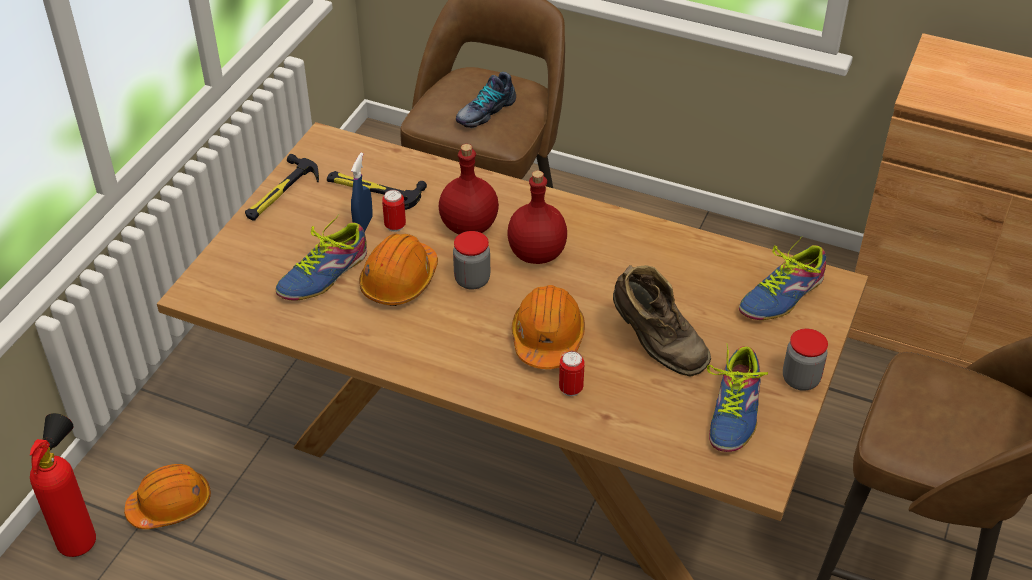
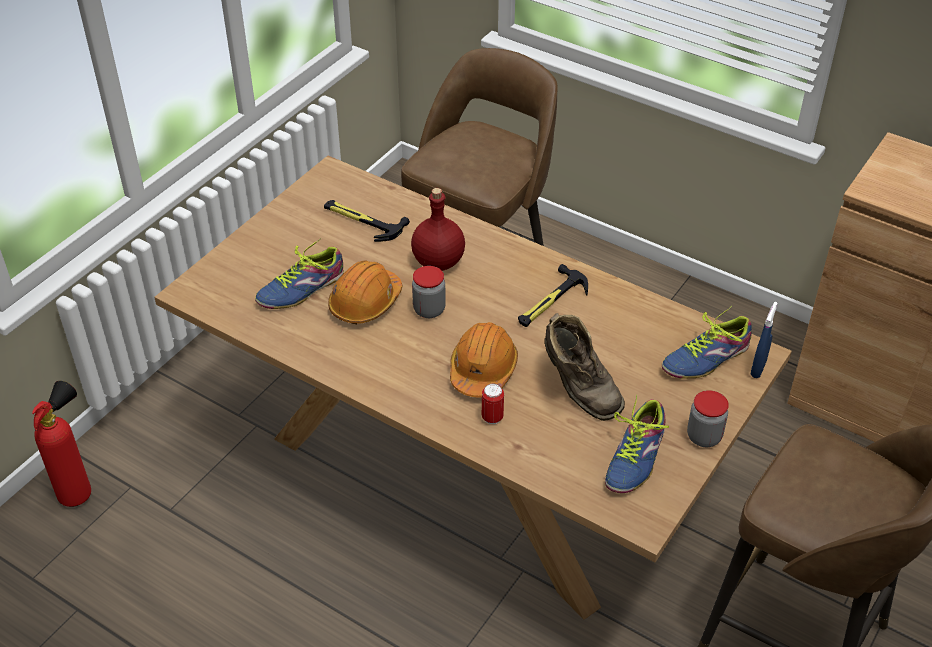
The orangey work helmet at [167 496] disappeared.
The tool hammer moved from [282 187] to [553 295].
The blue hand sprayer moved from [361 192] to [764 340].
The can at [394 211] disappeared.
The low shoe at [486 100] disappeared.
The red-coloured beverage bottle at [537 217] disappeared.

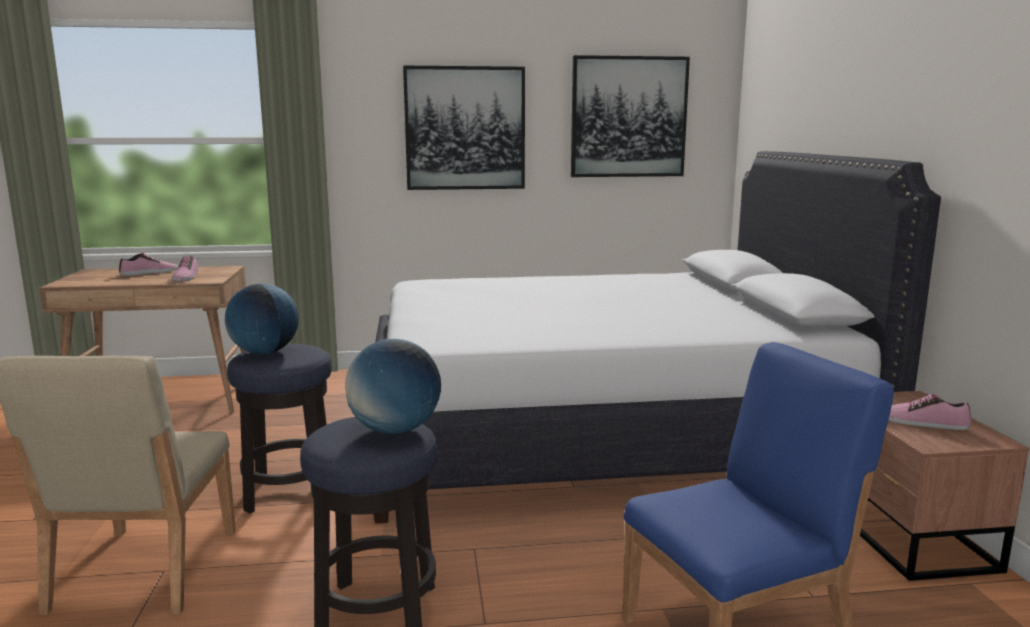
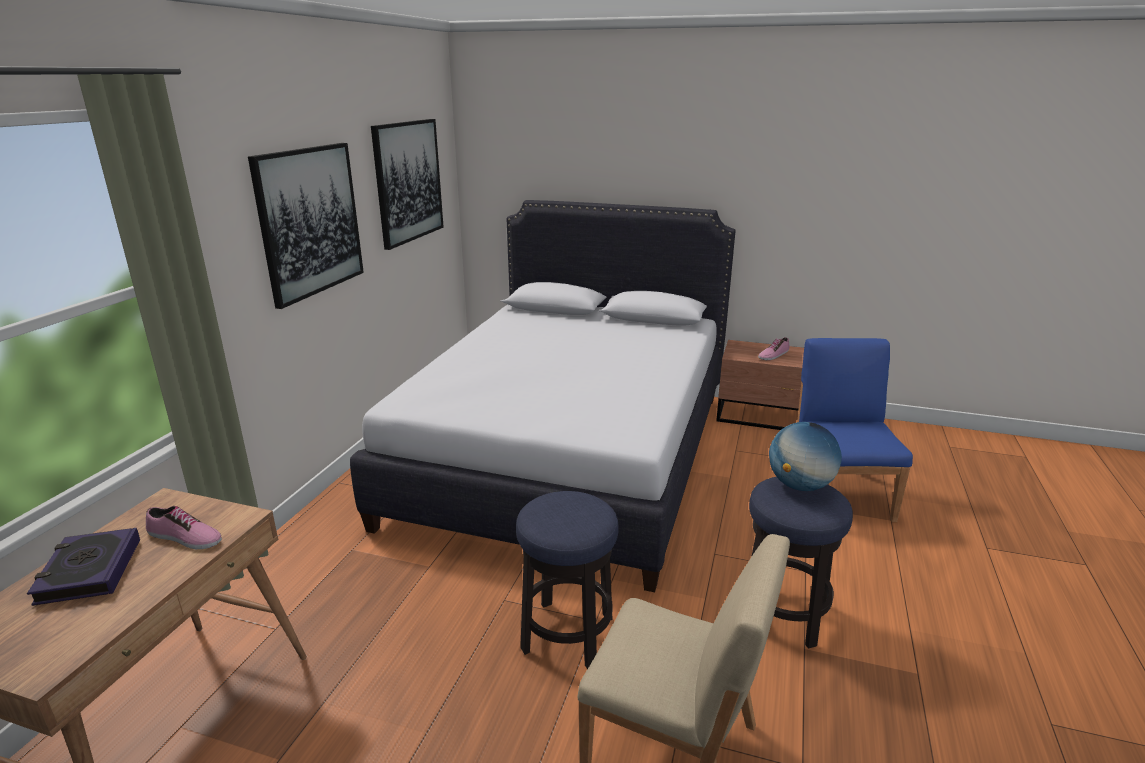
The low shoe at [148 264] was replaced by the bound book at [83 567].
The world globe at [262 319] disappeared.

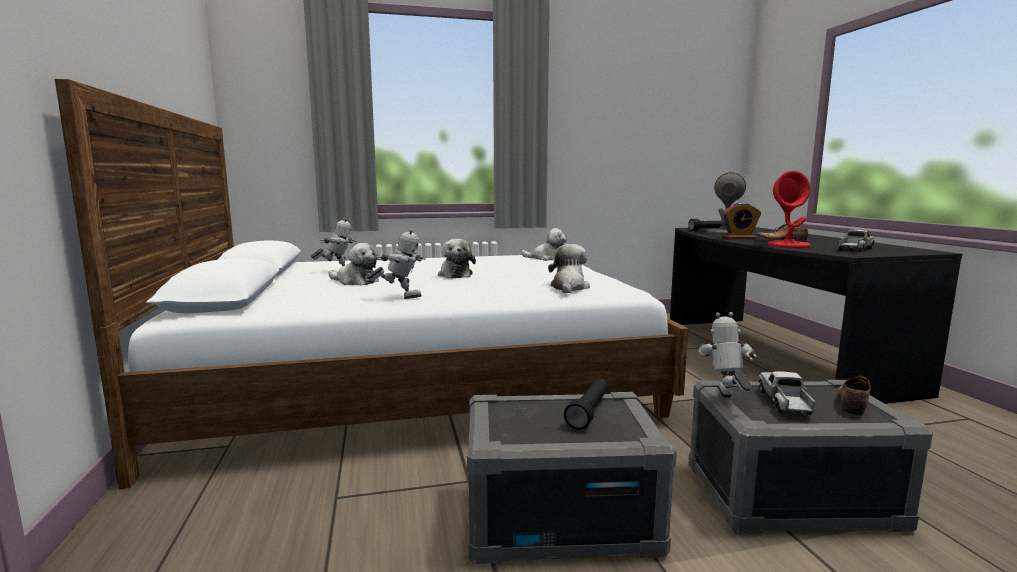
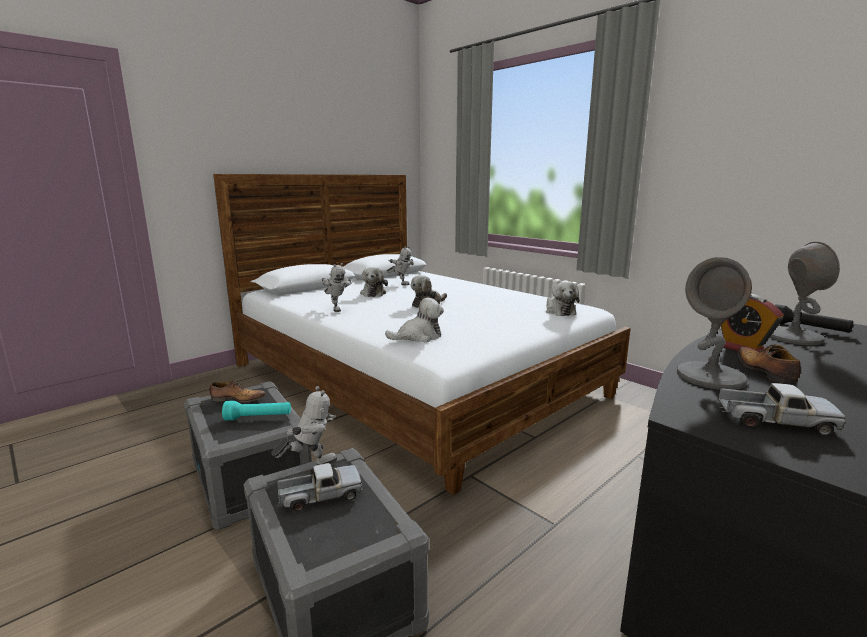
The black flashlight at [586 404] became the turquoise flashlight at [256 410].
The red-coloured table lamp at [789 209] became the gray table lamp at [714 323].
The low shoe moved from [854 396] to [237 391].

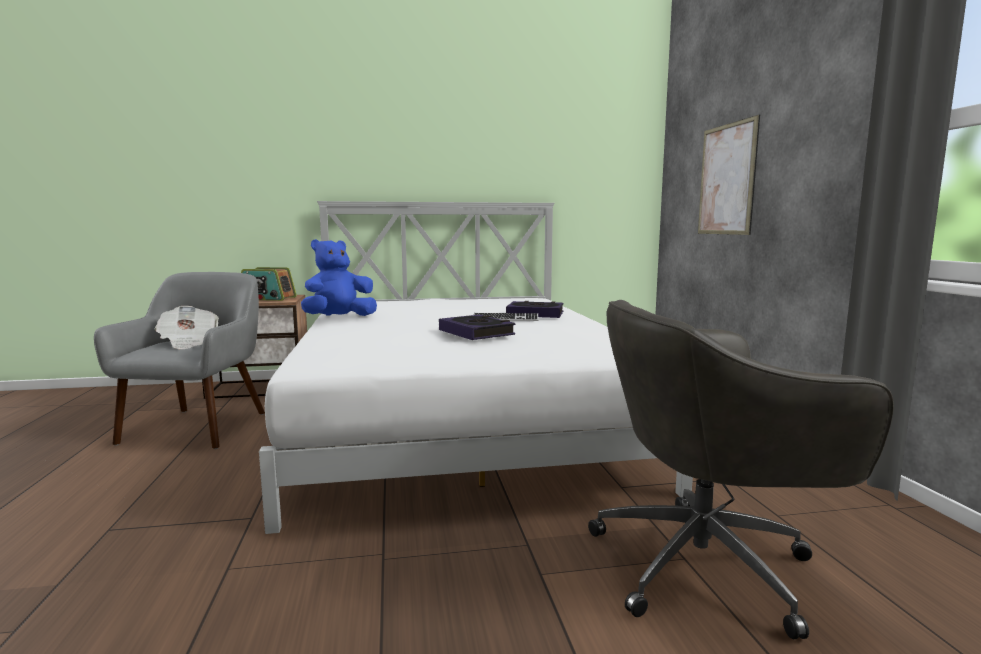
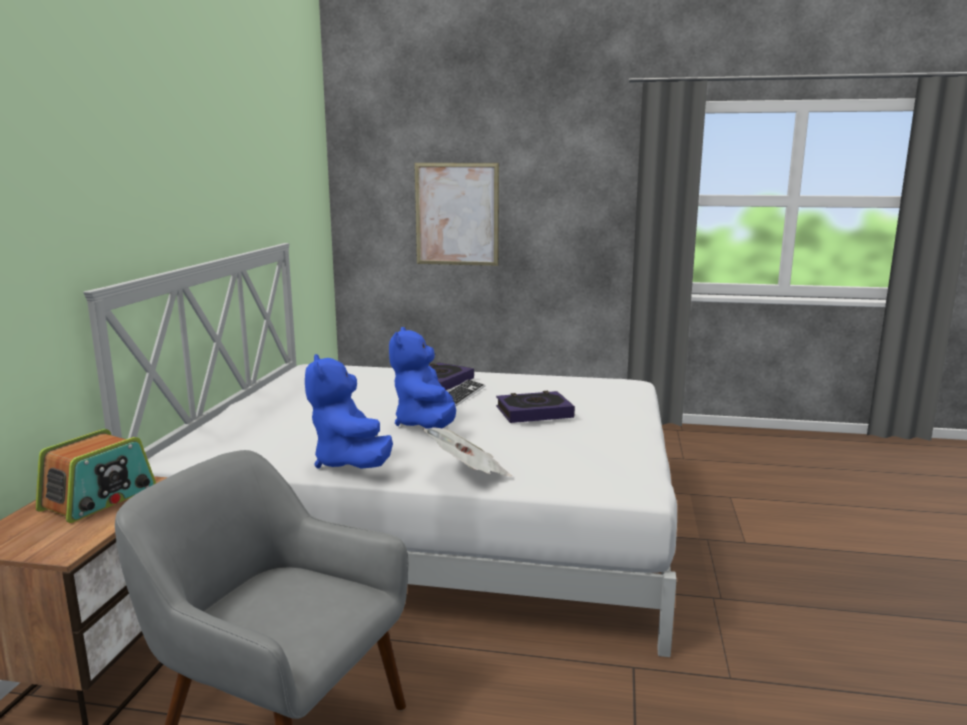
The newspaper moved from [187 327] to [468 451].
The gray computer chair at [741 469] disappeared.
The blue cuddly toy at [422 378] appeared.

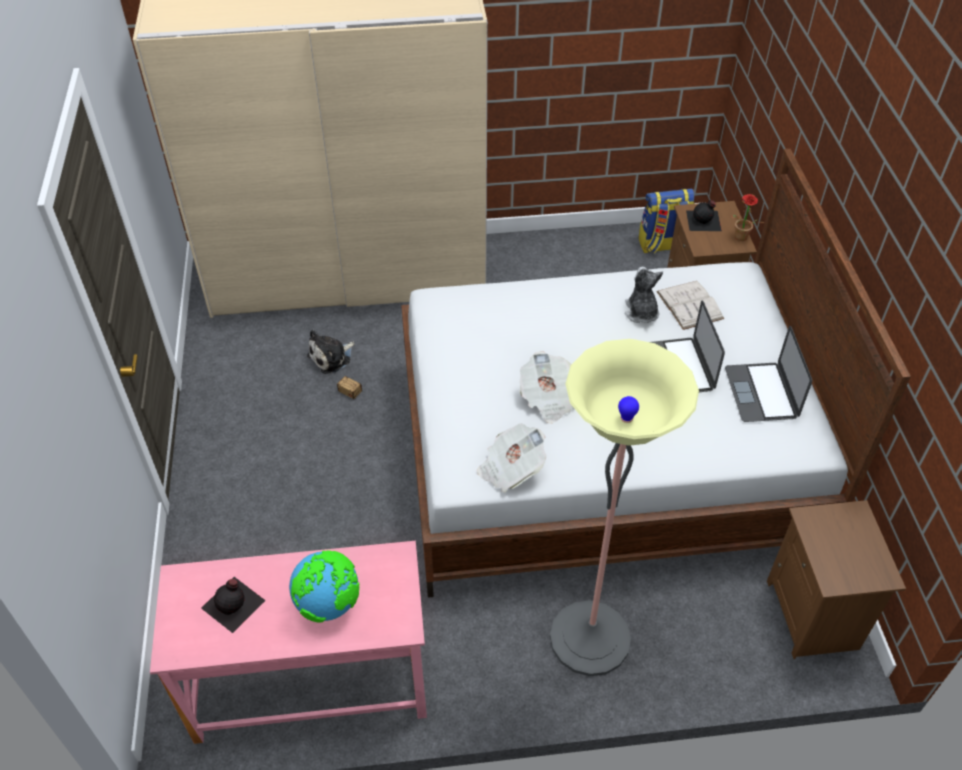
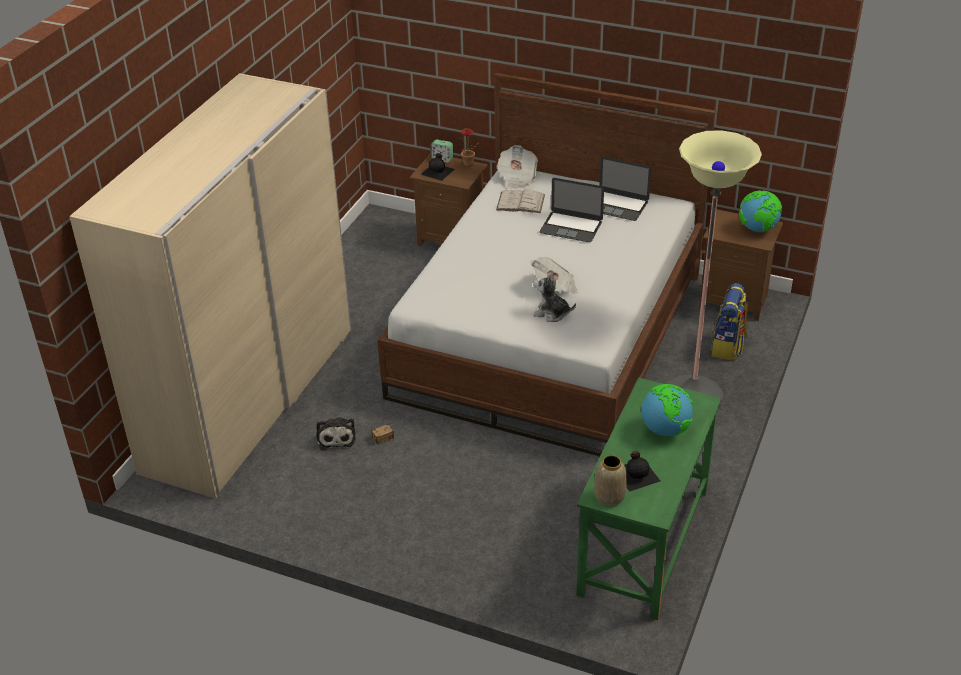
The pinkish desk at [288 642] became the green-coloured desk at [649 499].
The newspaper moved from [511 458] to [517 167].
The cuddly toy moved from [644 295] to [554 297].
The backpack moved from [666 221] to [729 321].
The table clock at [441 151] appeared.
The flower vase at [610 480] appeared.
The world globe at [760 211] appeared.

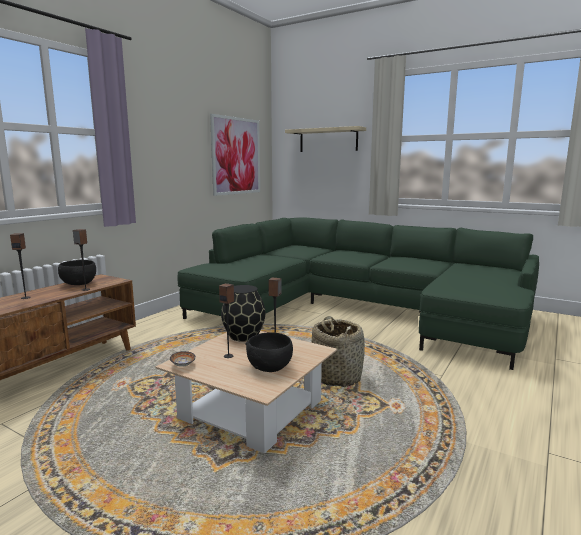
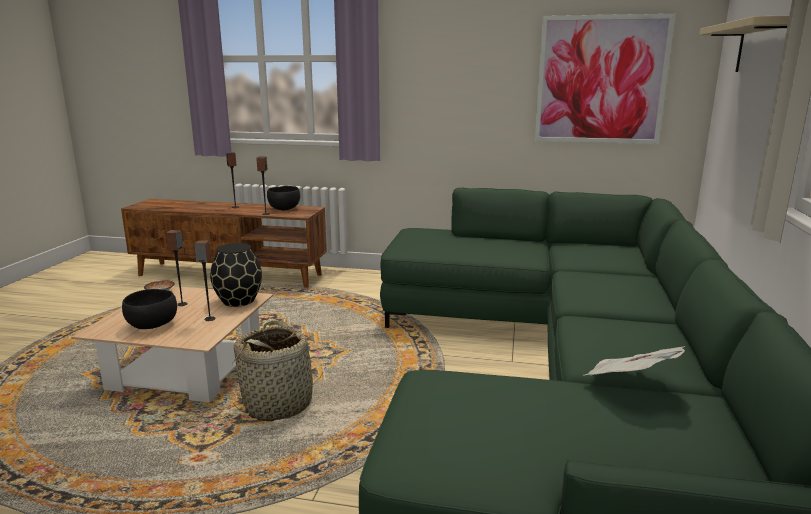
The newspaper at [634 361] appeared.

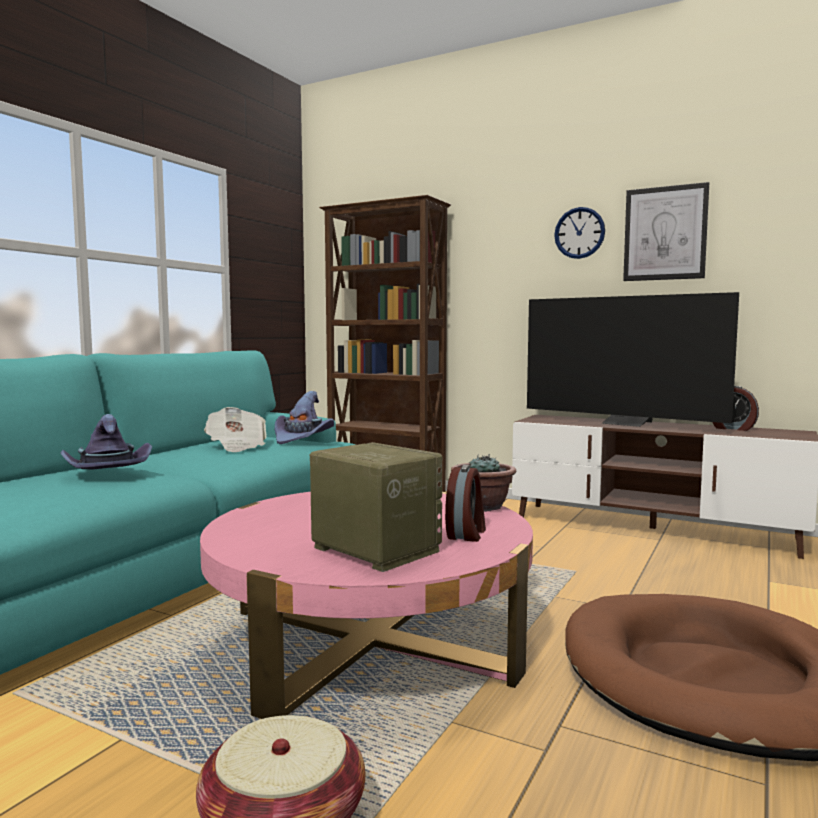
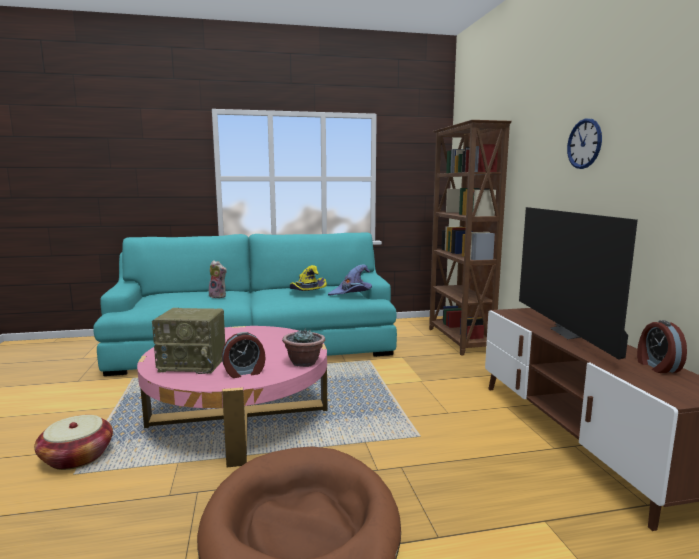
The purplish clothing hat at [106 441] was replaced by the cuddly toy at [218 279].
The newspaper at [235 429] was replaced by the yellow-coloured clothing hat at [308 278].
The radio at [376 507] turned 90 degrees clockwise.
The wall art at [666 231] disappeared.

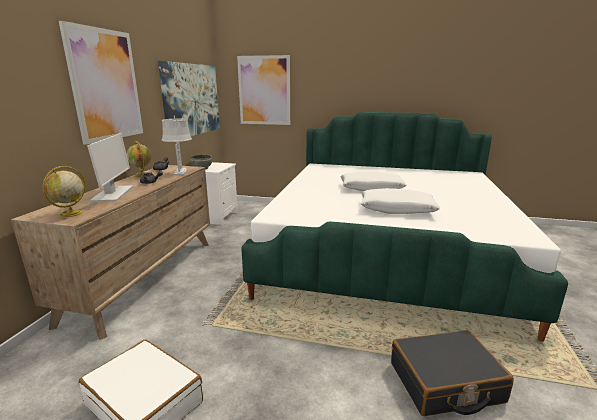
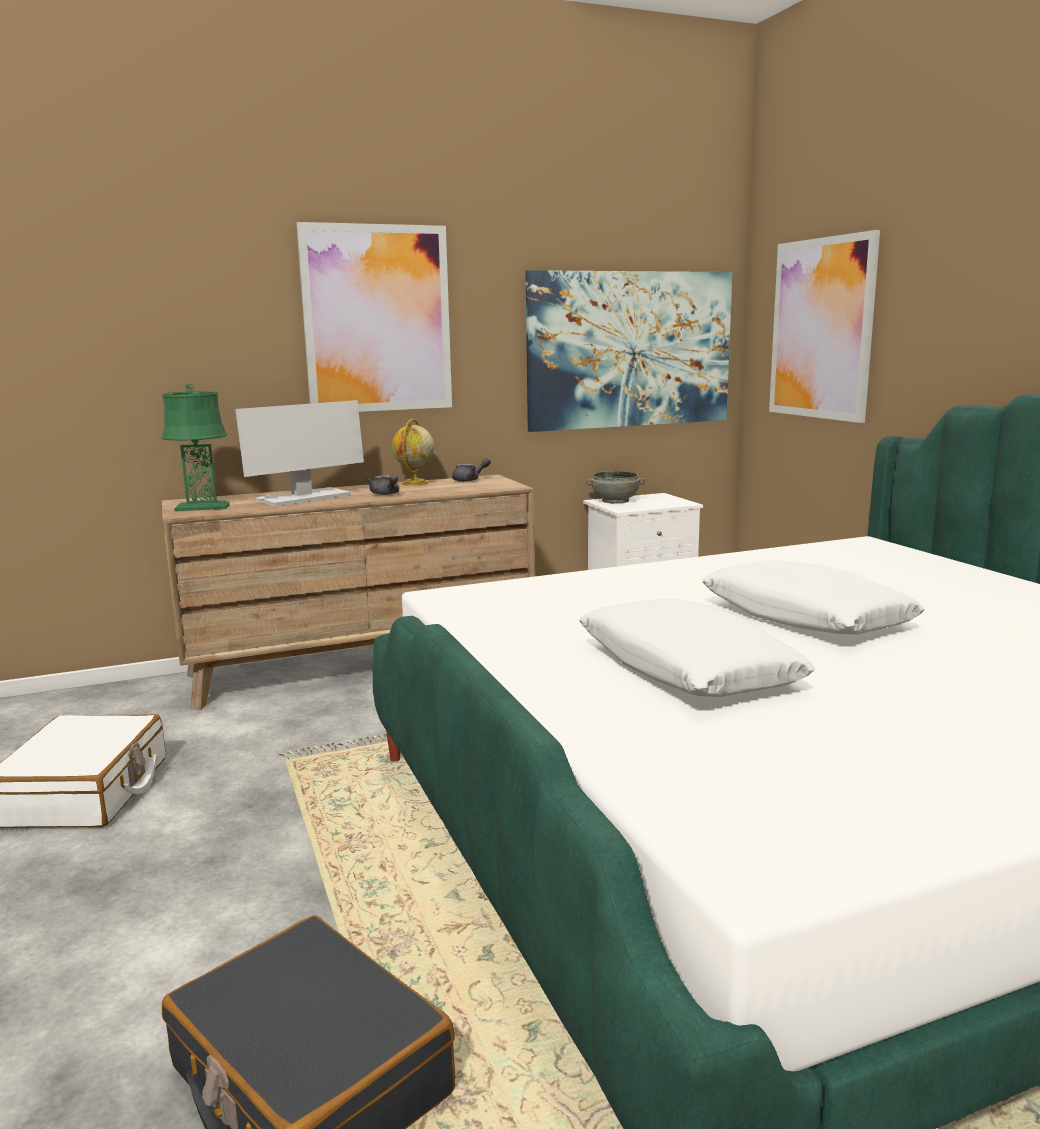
The world globe at [63 192] was replaced by the green-coloured table lamp at [195 447].
The gray table lamp at [177 145] disappeared.

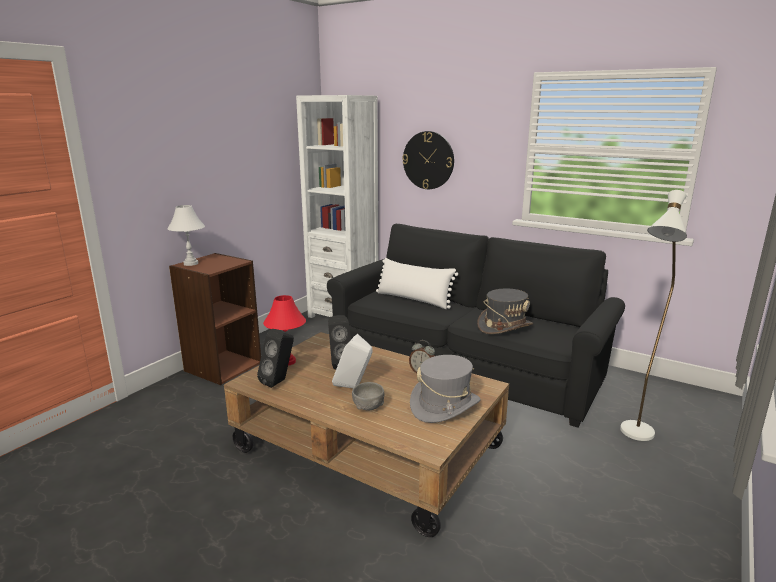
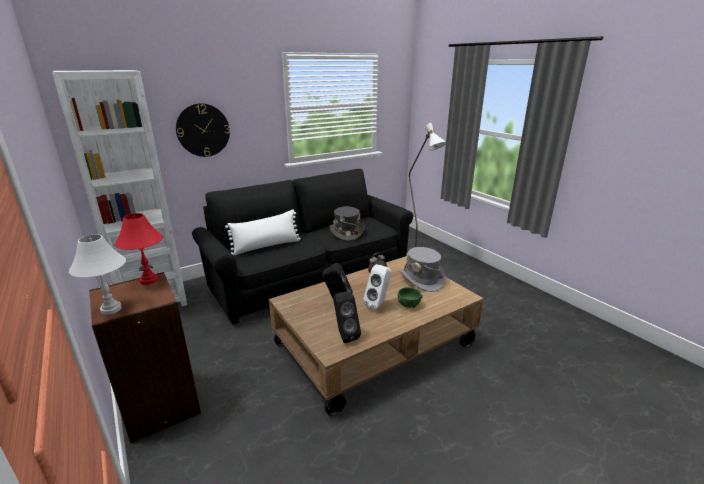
The red-coloured table lamp moved from [284 330] to [139 249].
The gray deep dish at [368 396] became the green-coloured deep dish at [410 297].

